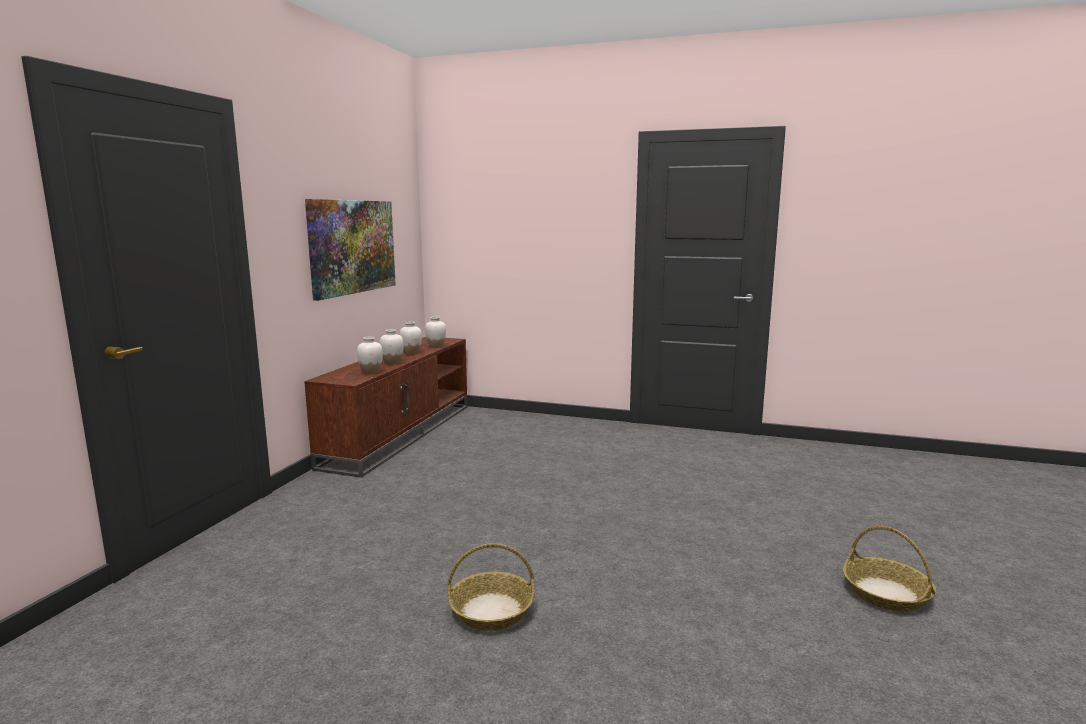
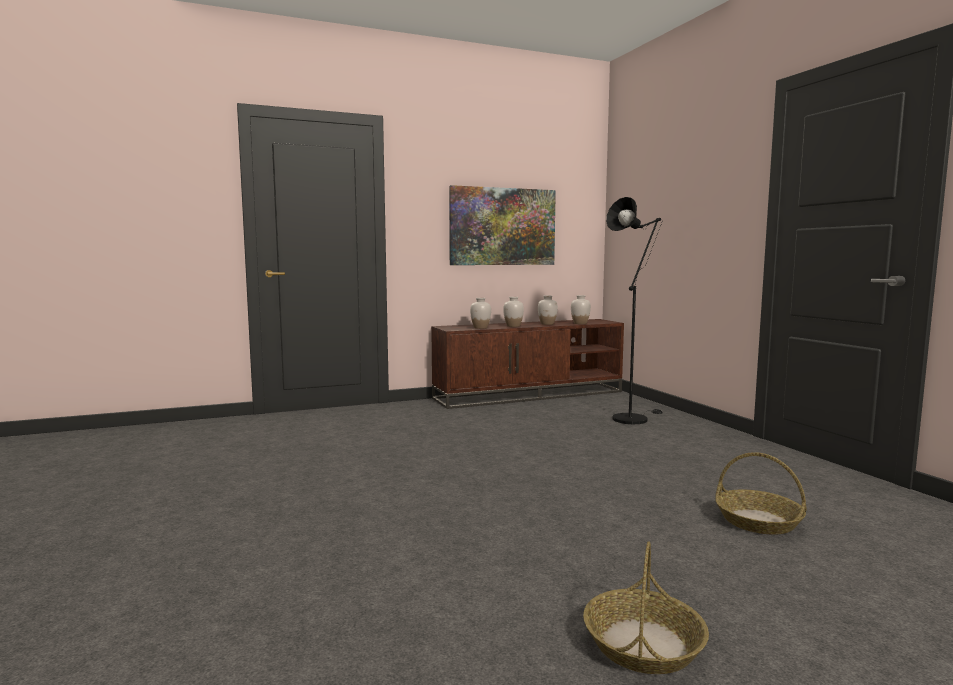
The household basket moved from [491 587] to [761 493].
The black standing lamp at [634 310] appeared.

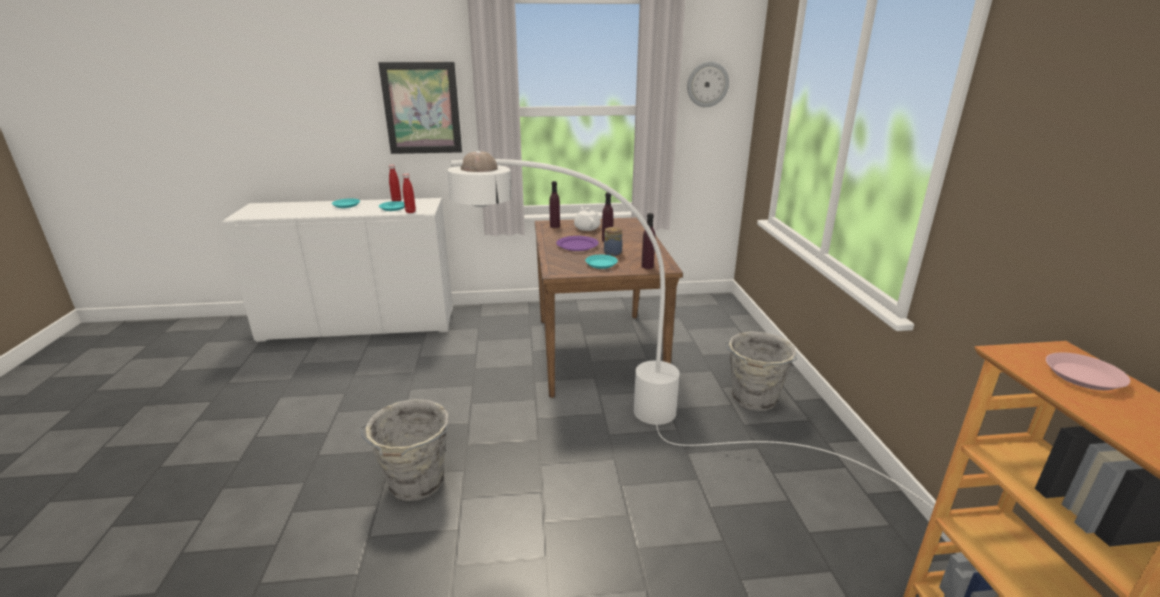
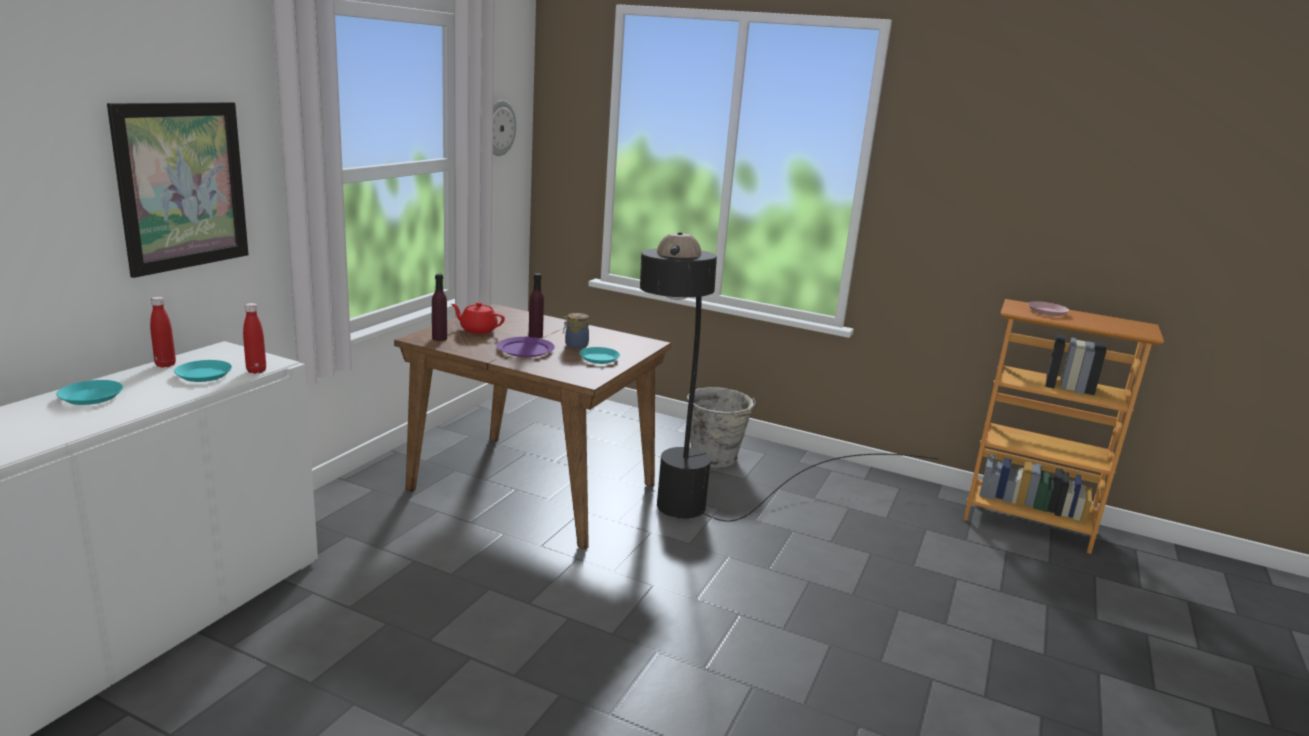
The gray water bucket at [404 450] disappeared.
The whitish standing lamp at [691 330] became the black standing lamp at [789 377].
The whitish teapot at [587 218] became the red-coloured teapot at [478 318].
The purplish beverage bottle at [648 241] disappeared.

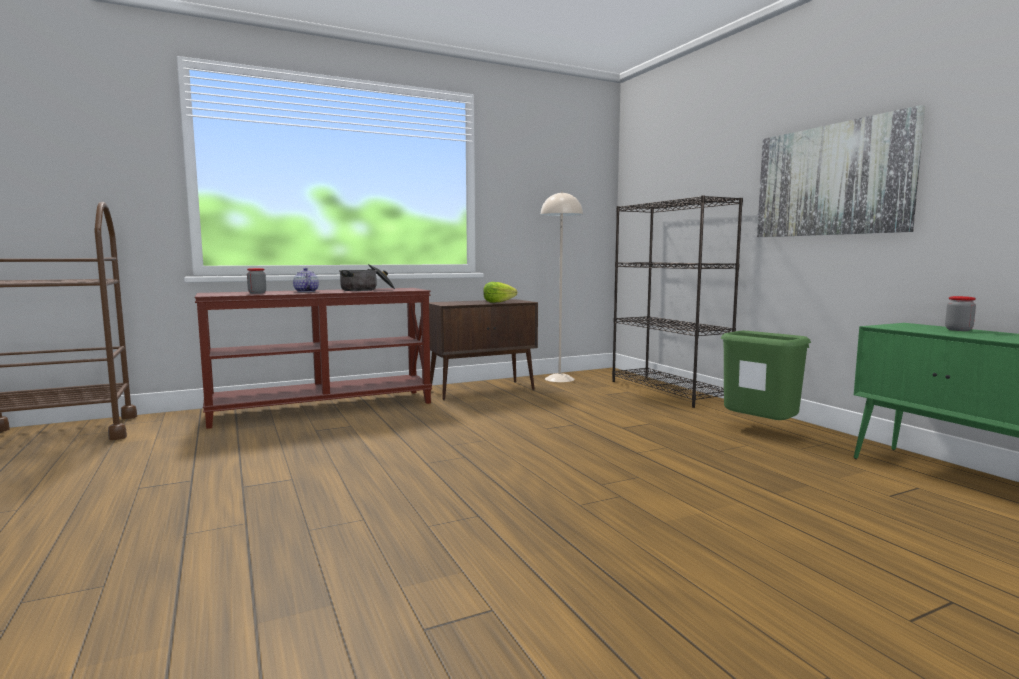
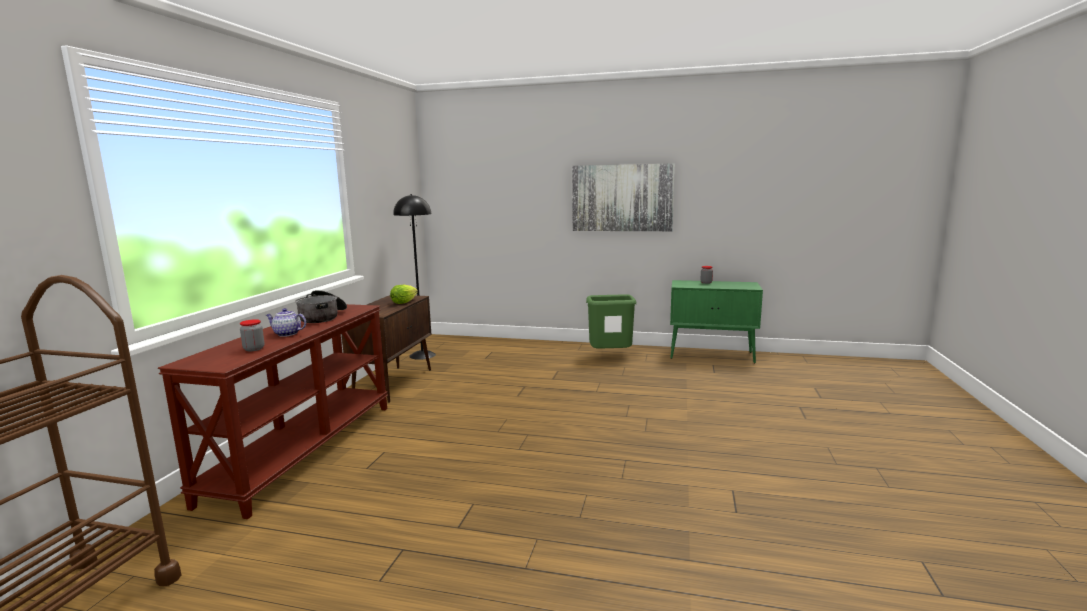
The sand-coloured standing lamp at [562 287] became the black standing lamp at [414 277].
The black bookshelf at [677 301] disappeared.

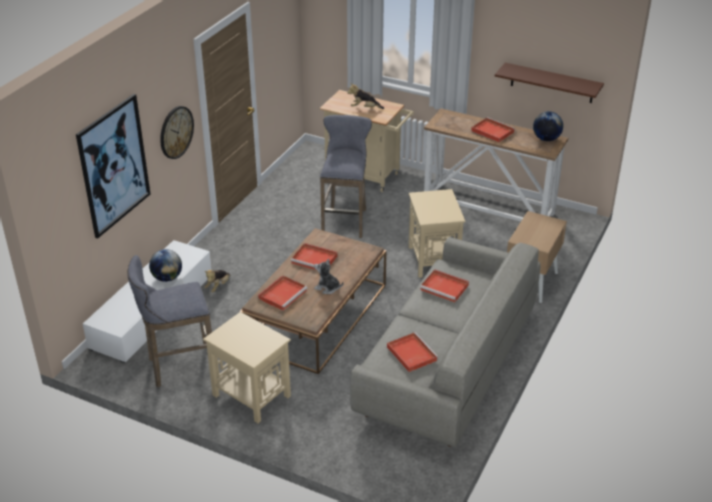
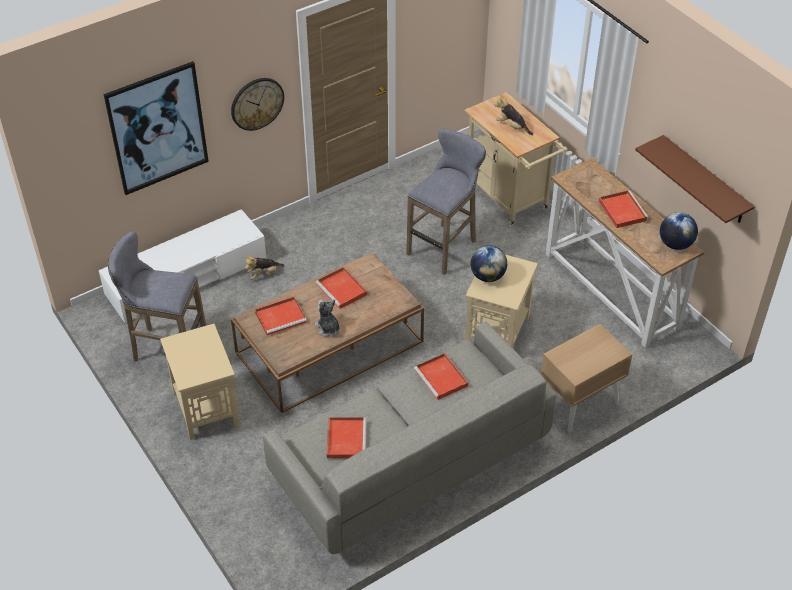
The world globe moved from [165 265] to [489 263].

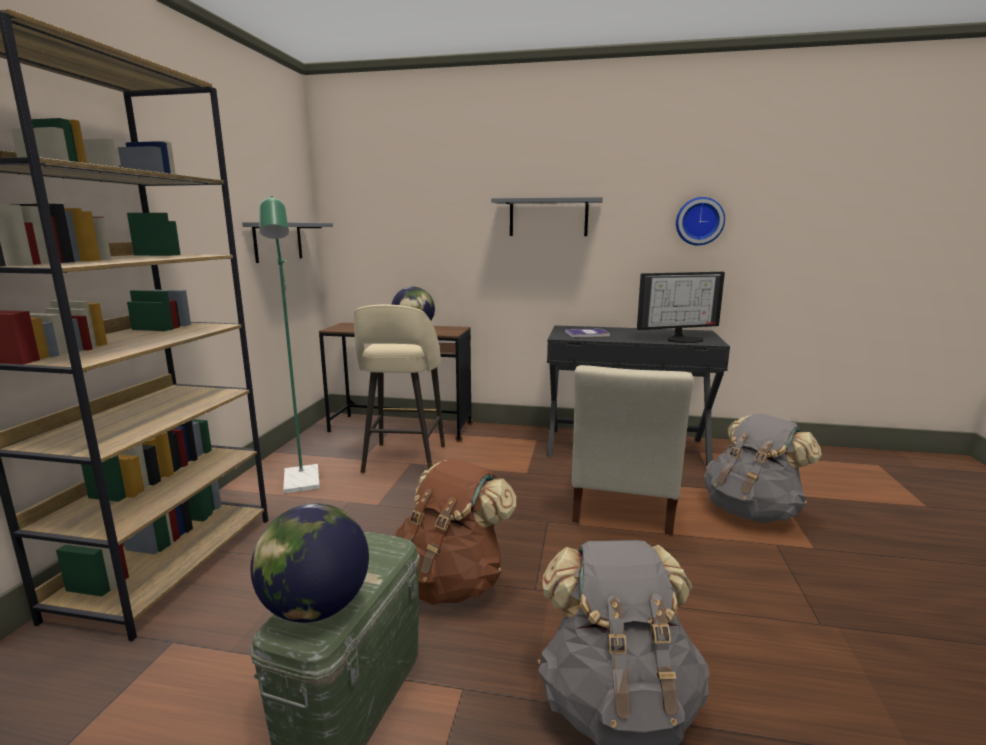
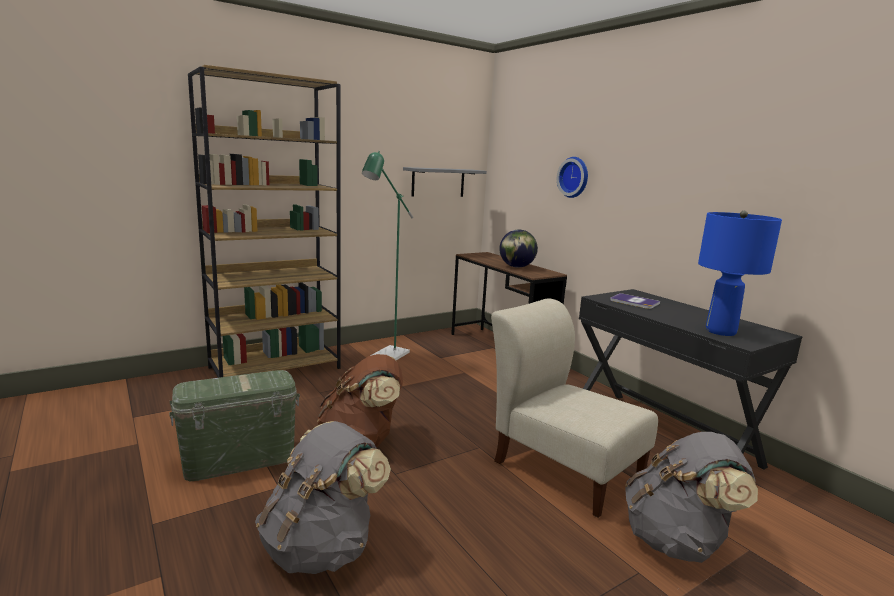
The world globe at [309 563] disappeared.
The sand-coloured stool at [399 389] disappeared.
The gray shelf at [547 216] disappeared.
The sand-coloured chair at [633 450] turned 75 degrees clockwise.
The monitor at [681 307] was replaced by the blue table lamp at [740 273].
The clock on the wall moved from [700 221] to [572 177].

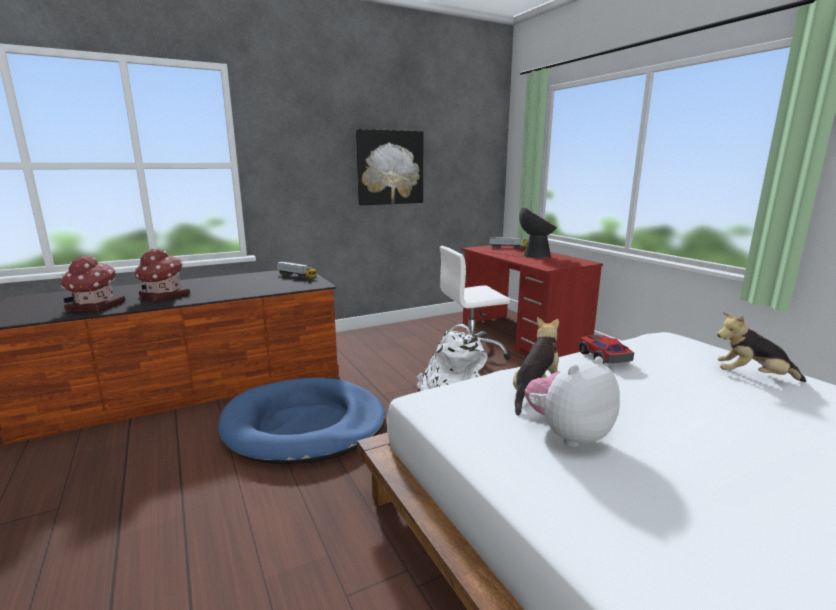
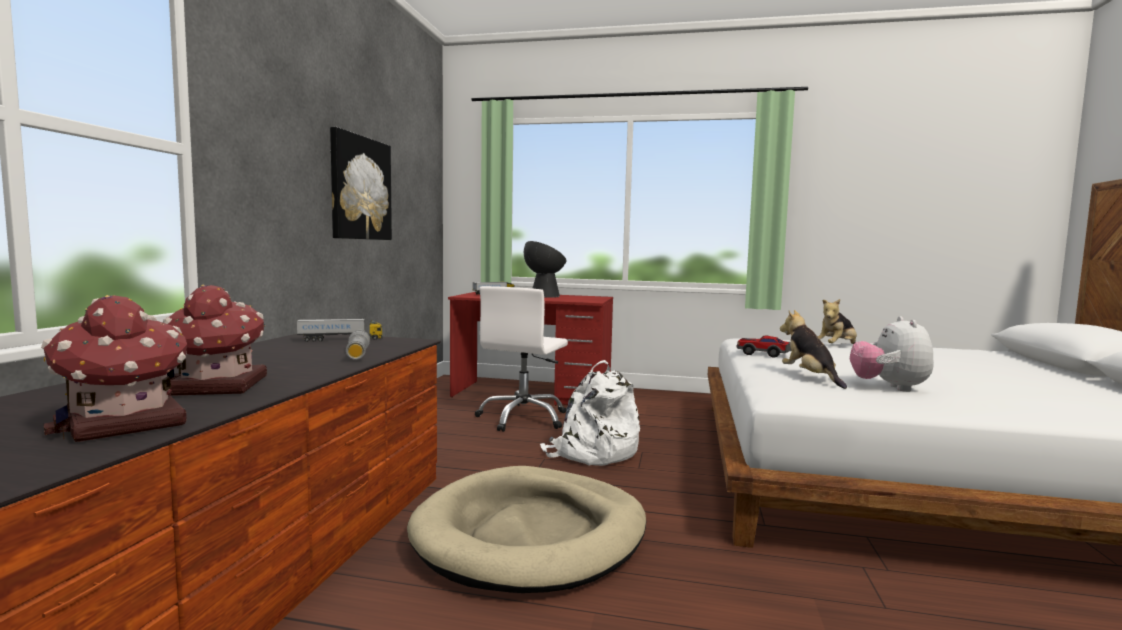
The blue dog cushion at [301 421] became the sand-coloured dog cushion at [526 529].
The gray flashlight at [358 345] appeared.

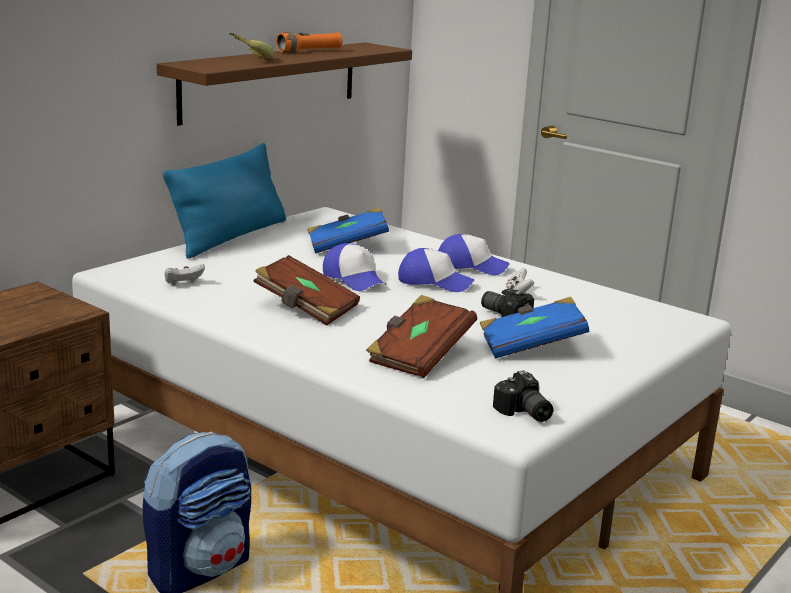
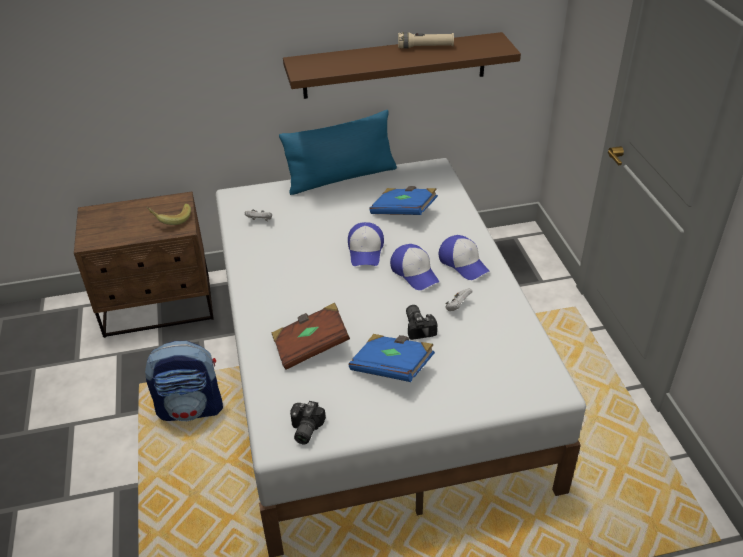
The banana fruit moved from [251 46] to [168 214].
The brownish bound book at [306 290] disappeared.
The orangey flashlight at [309 42] became the sand-coloured flashlight at [426 40].

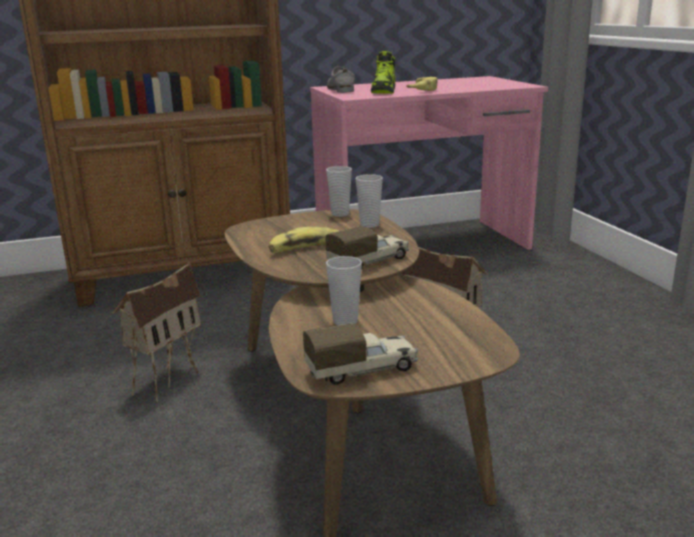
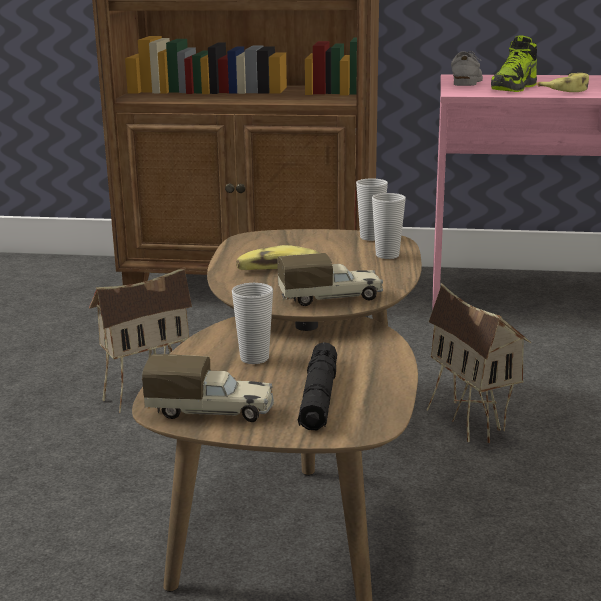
The black flashlight at [317 386] appeared.

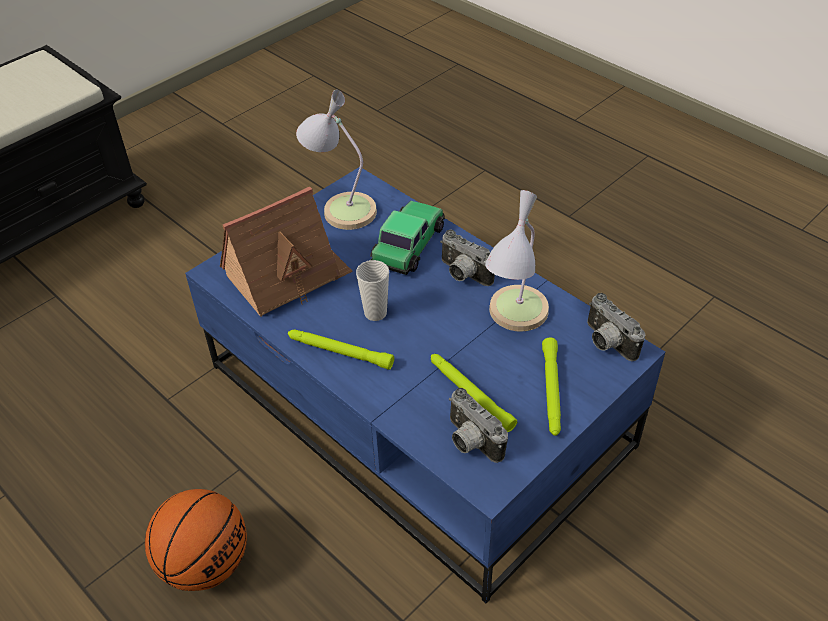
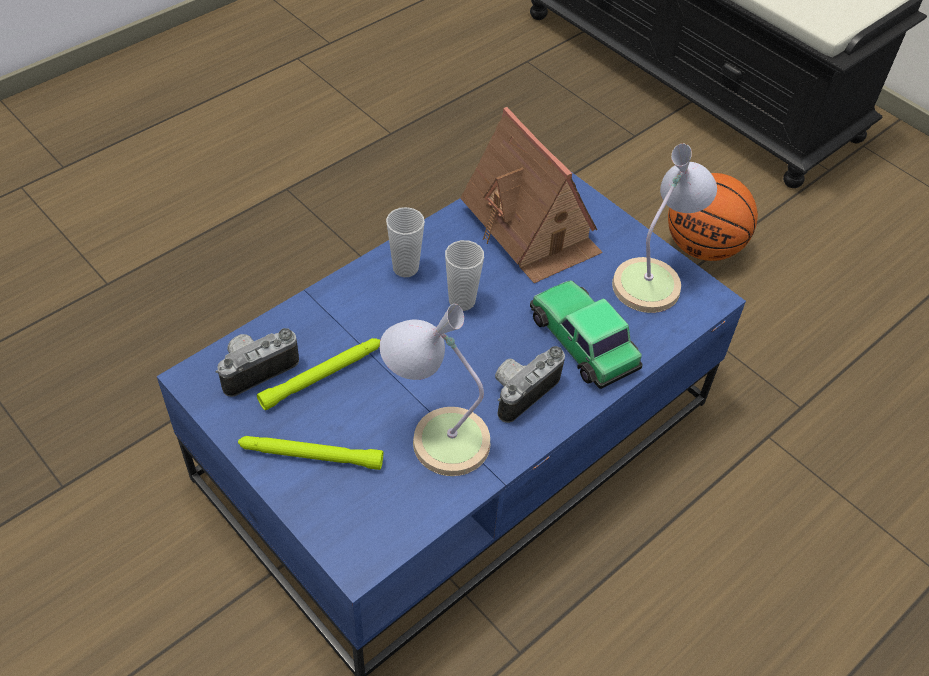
The basketball moved from [196 540] to [713 217].
The green-coloured flashlight at [341 349] was replaced by the cup at [405 242].
The miniature car at [407 238] turned 150 degrees counterclockwise.
The still camera at [616 327] disappeared.

